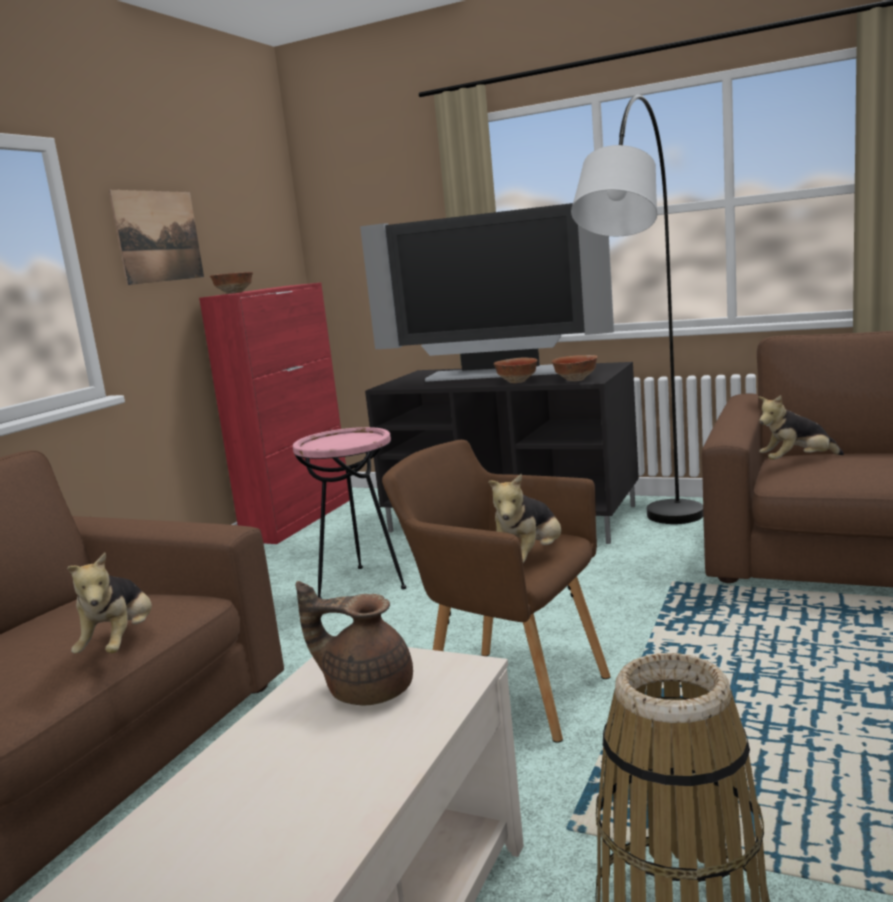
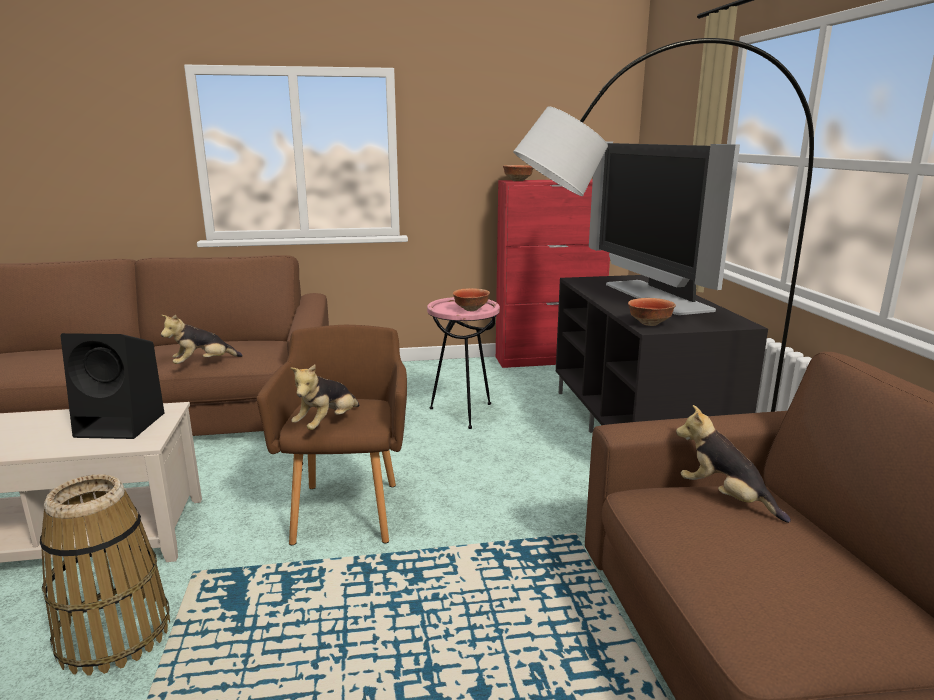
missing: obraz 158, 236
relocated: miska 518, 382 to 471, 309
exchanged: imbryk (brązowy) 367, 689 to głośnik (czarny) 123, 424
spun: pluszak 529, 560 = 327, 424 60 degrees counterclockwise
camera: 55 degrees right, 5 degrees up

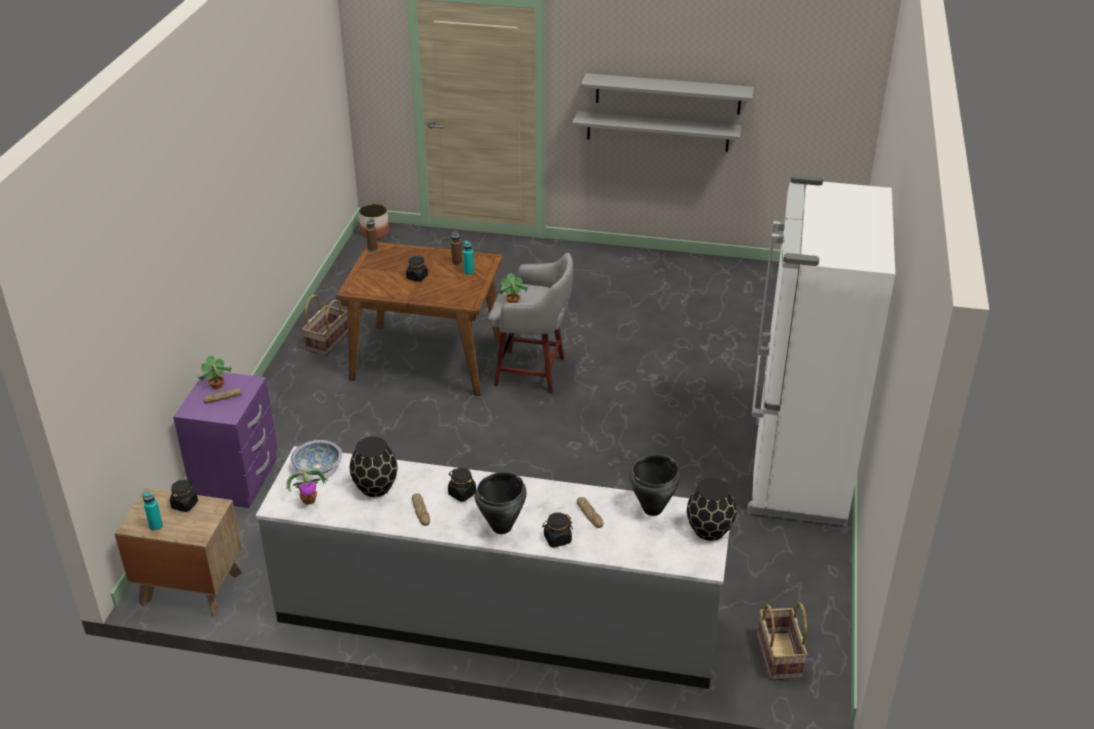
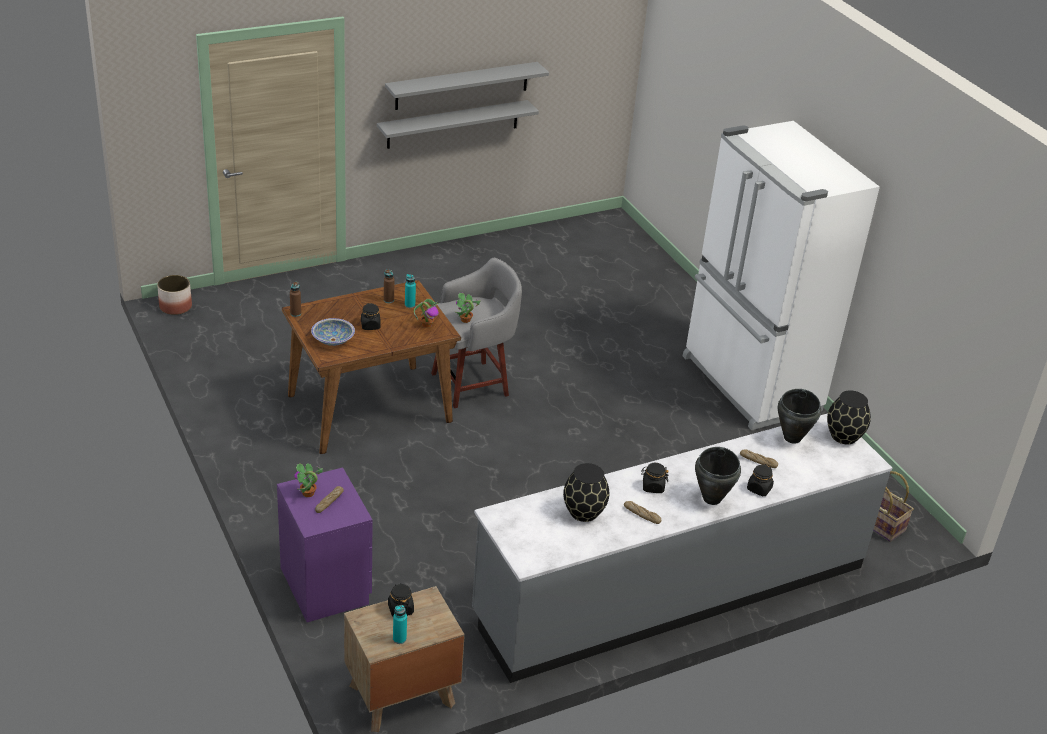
missing: koszyk 327, 341
relocated: miska 318, 466 to 333, 339; roślina doniczkowa 309, 500 to 427, 324
camera: 40 degrees left, 0 degrees up

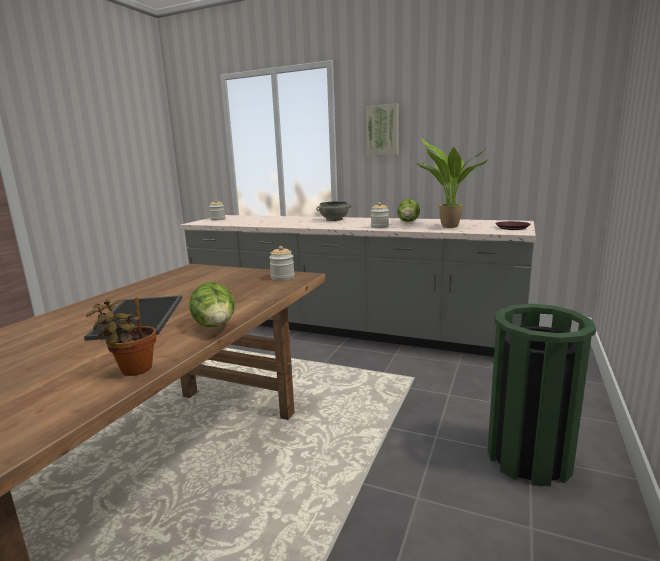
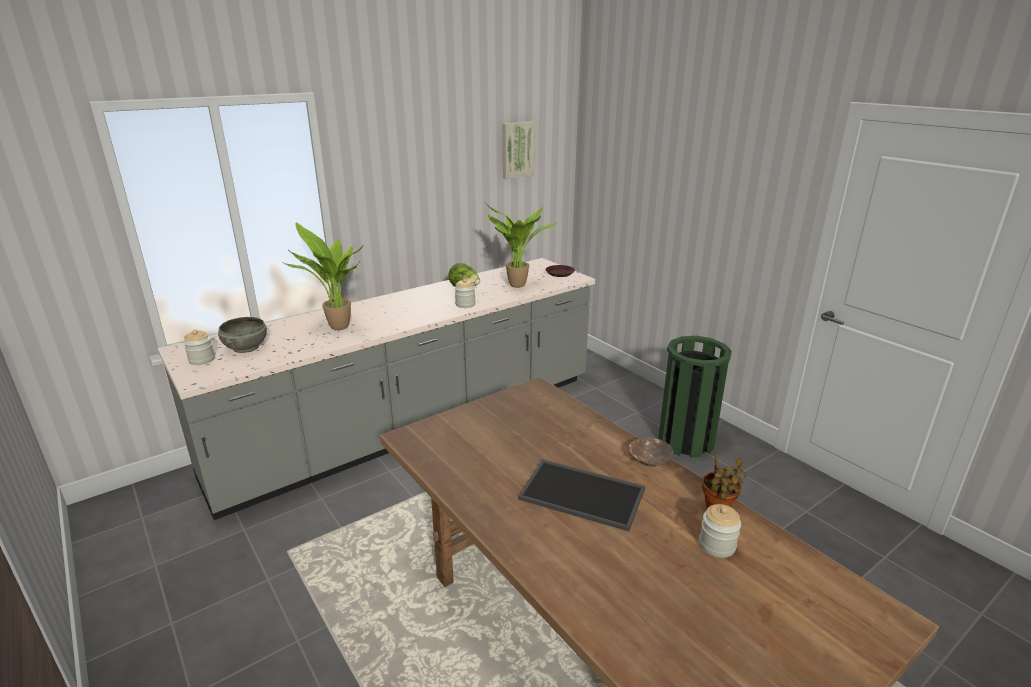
appeared: roślina doniczkowa 336, 328
relocated: obraz 382, 130 to 517, 150; miska (szary) 334, 219 to 245, 347; słoik 282, 277 to 717, 545
exchanged: sałata 216, 327 to miska (brązowy) 649, 459
camera: 60 degrees left, 10 degrees up

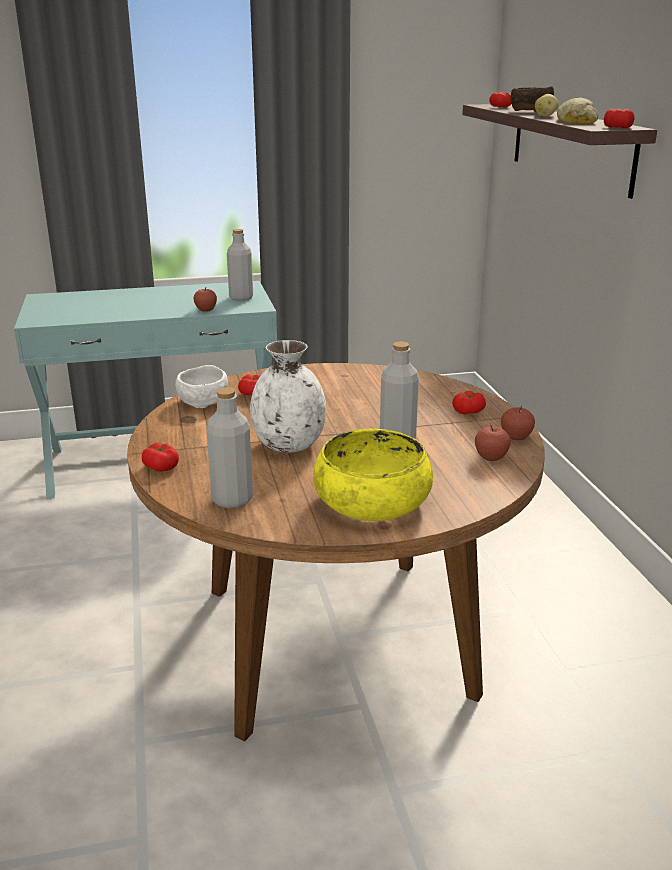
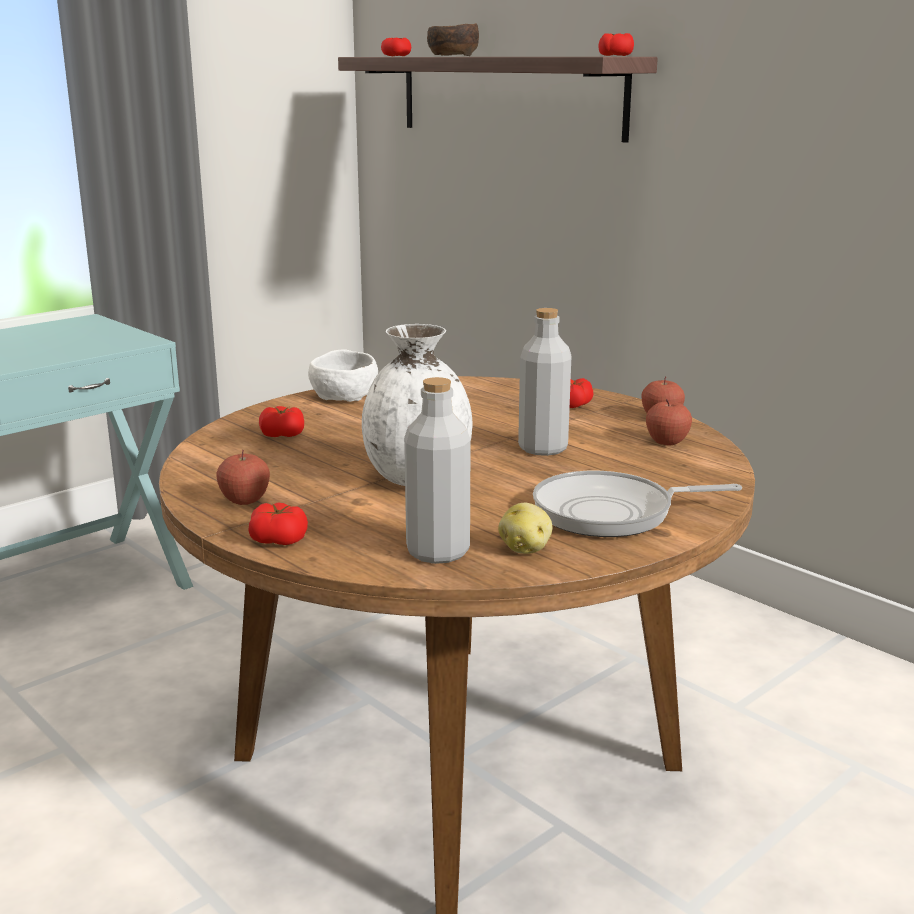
missing: chleb 576, 121; butelka (szary) 241, 298
relocated: ziemniak 545, 116 to 526, 549; jabłko 206, 310 to 245, 501; miska (biały) 203, 402 to 345, 396
exchanged: miska (żółty) 372, 502 to patelnia 611, 513
camera: 30 degrees left, 5 degrees down

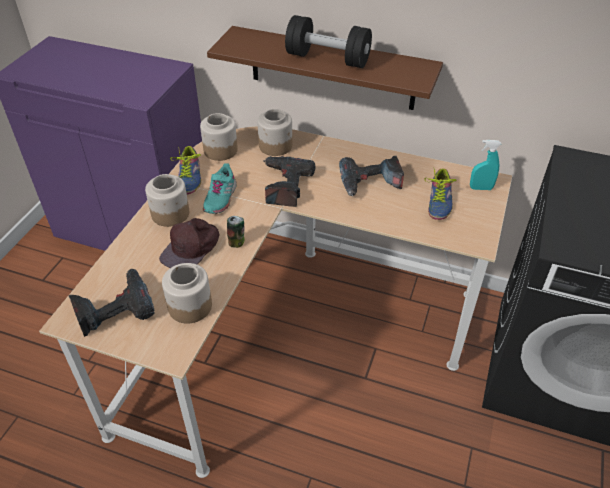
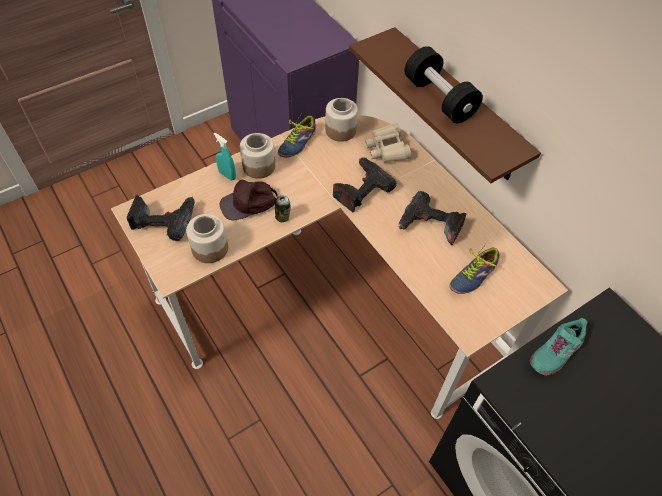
relocated: spryskiwacz (turkusowy) 481, 188 to 227, 175; but (turkusowy) 220, 198 to 555, 351
exchanged: słoik 276, 146 to lornetka (beżowy) 387, 149
camera: 35 degrees right, 10 degrees up

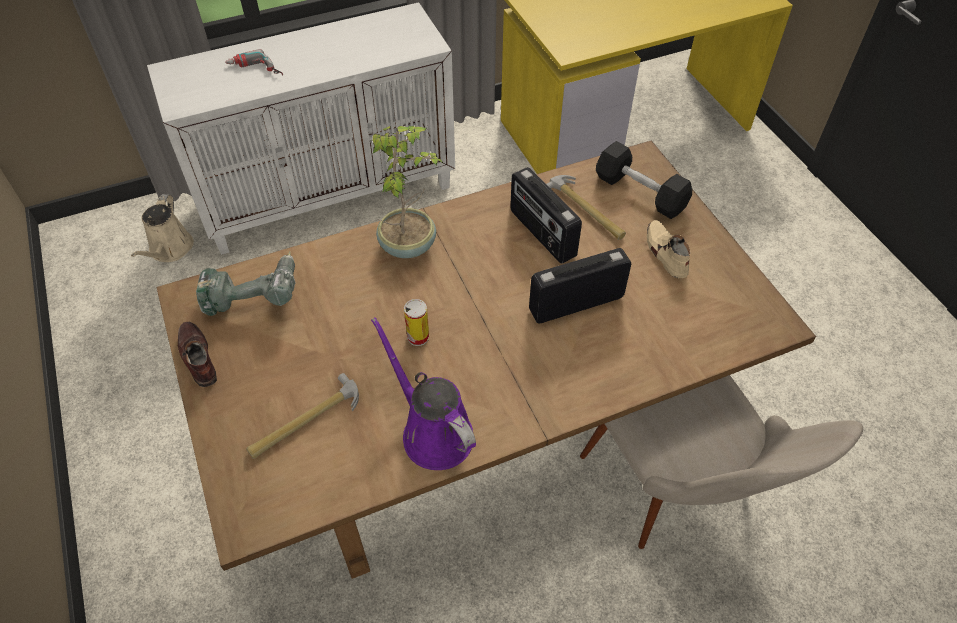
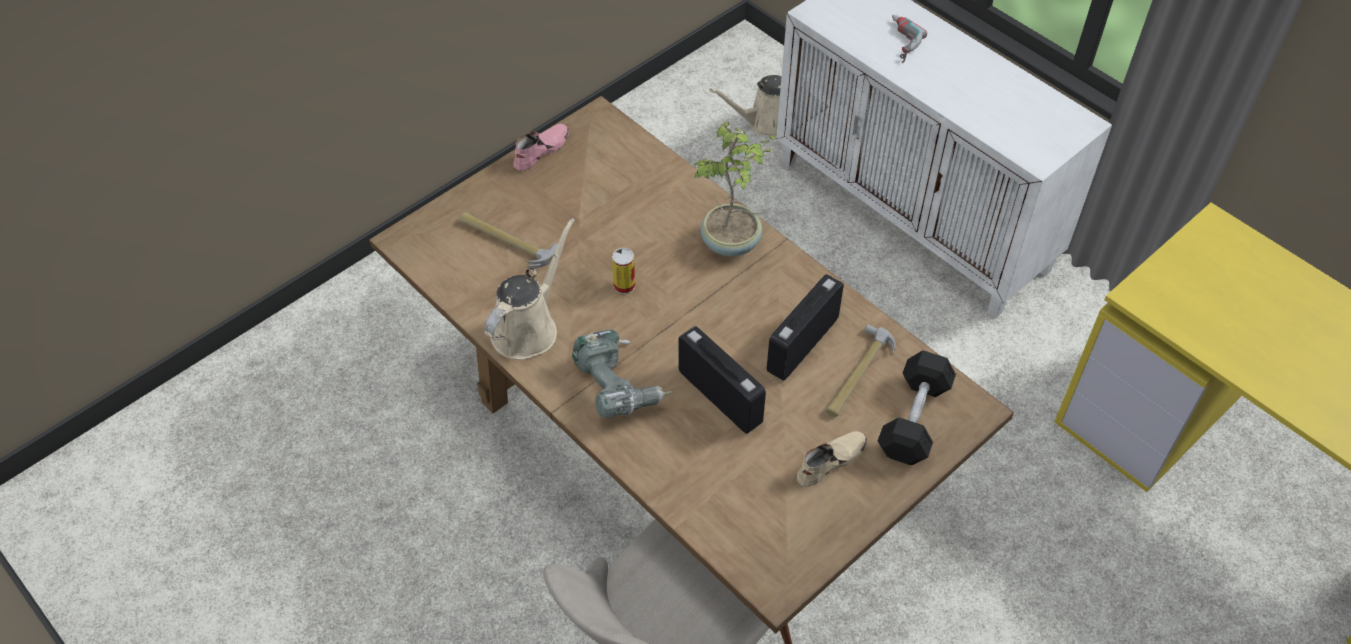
relocated: wiertarka 253, 294 to 620, 386
colour: konewka (fioletowy) 433, 431 to konewka (beżowy) 528, 328; but (brązowy) 197, 358 to but (różowy) 541, 150
camera: 70 degrees right, 0 degrees up

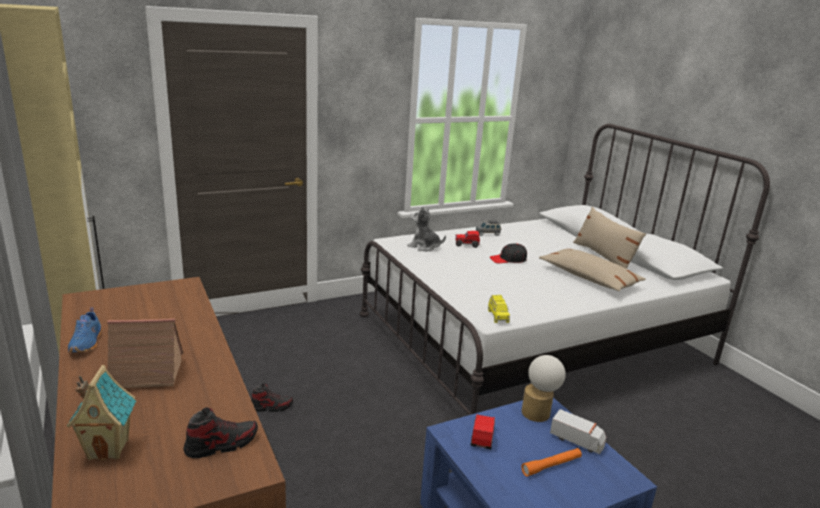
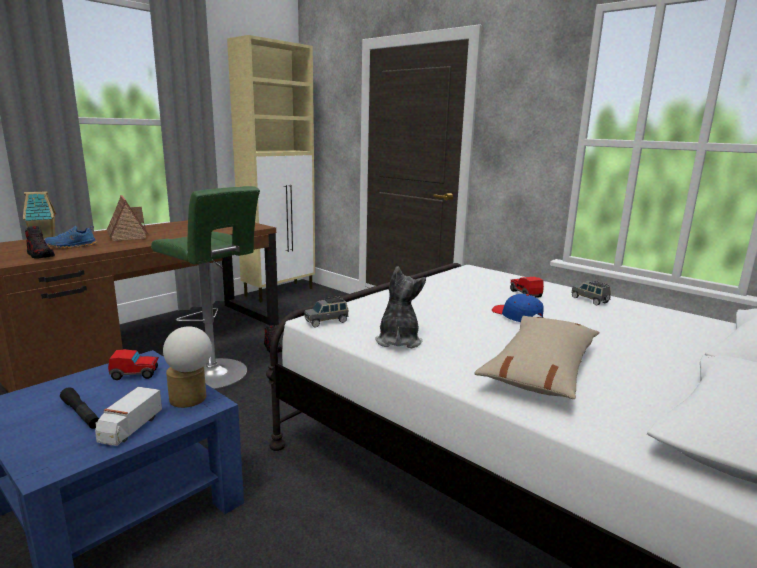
missing: poduszka (beżowy) 603, 257
appeared: stołek (zielony) 215, 375
relocated: pluszak 424, 247 to 398, 340; but (niebieski) 87, 343 to 71, 246
colour: czapka z daszkiem (czarny) 508, 259 to czapka z daszkiem (niebieski) 516, 316; samochodzik (żółty) 498, 316 to samochodzik (szary) 327, 322; latarka (pomarańczowy) 551, 466 to latarka (czarny) 81, 414
camera: 70 degrees right, 5 degrees down

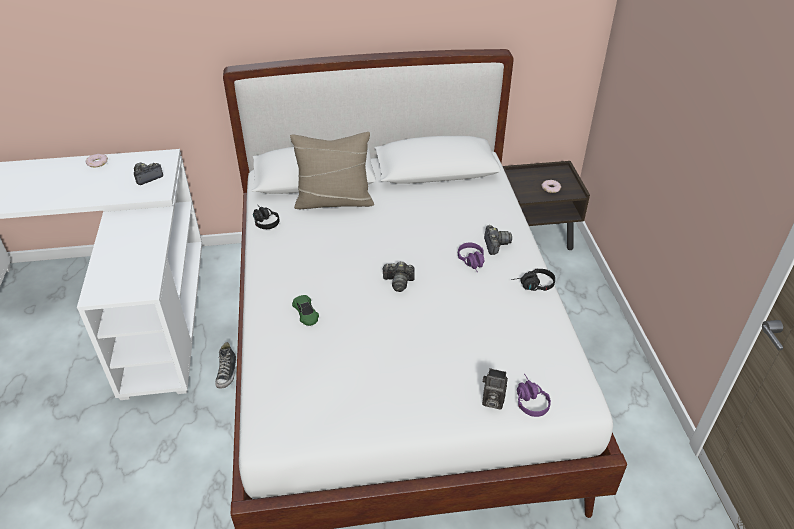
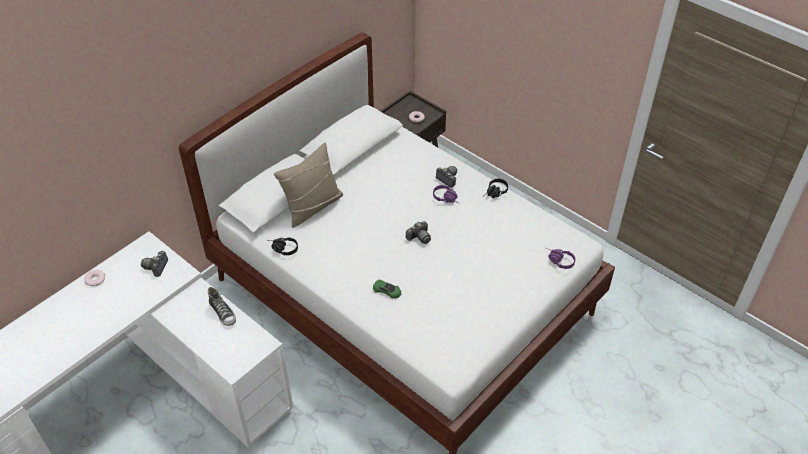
missing: aparat fotograficzny 491, 401
relocated: but 227, 373 to 223, 313
camera: 40 degrees left, 5 degrees up

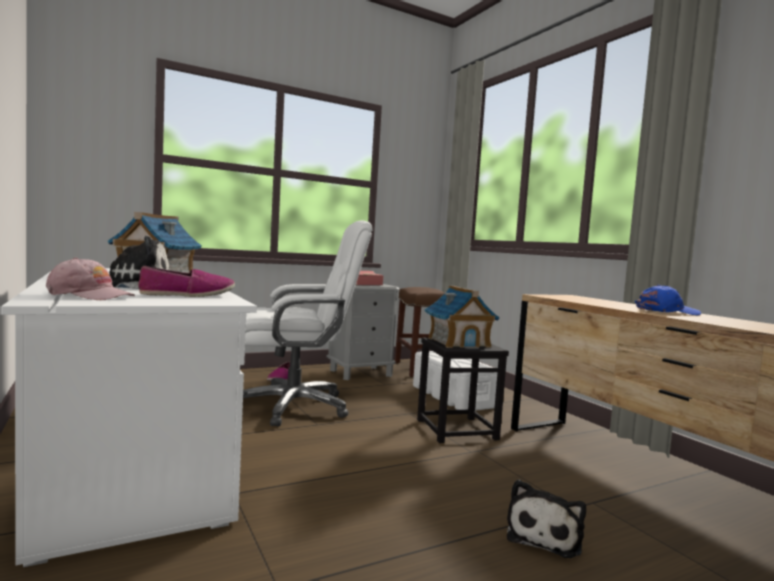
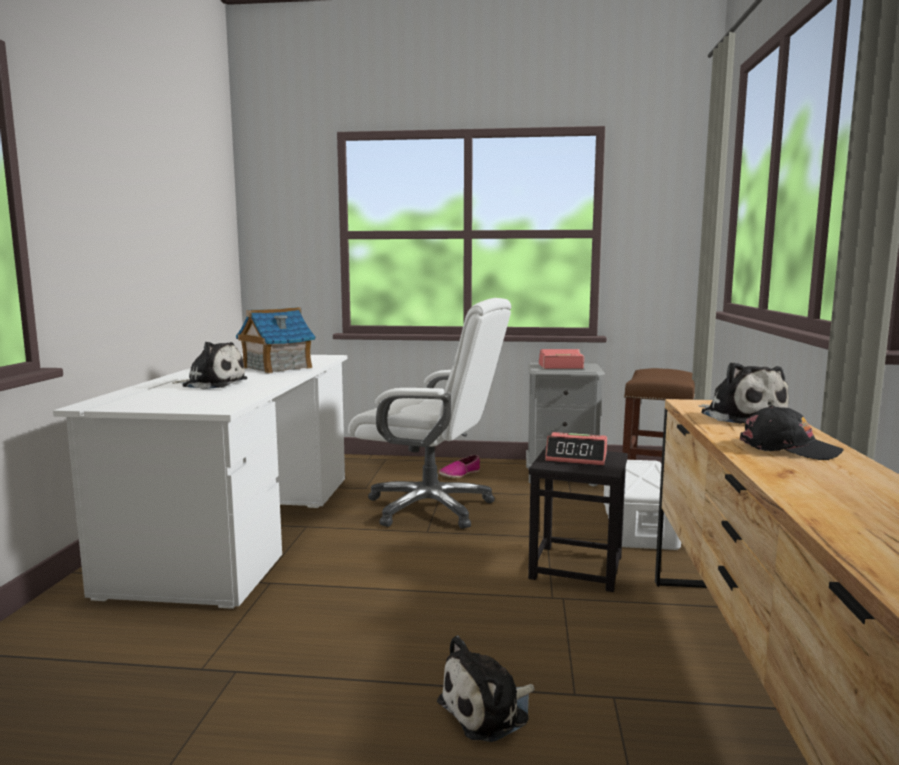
missing: czapka z daszkiem (różowy) 90, 296; but 188, 295
appeared: pluszak 740, 416
exchanged: domek 458, 342 to budzik 577, 457
colour: czapka z daszkiem (niebieski) 666, 311 to czapka z daszkiem (czarny) 788, 448
camera: 35 degrees right, 5 degrees up

